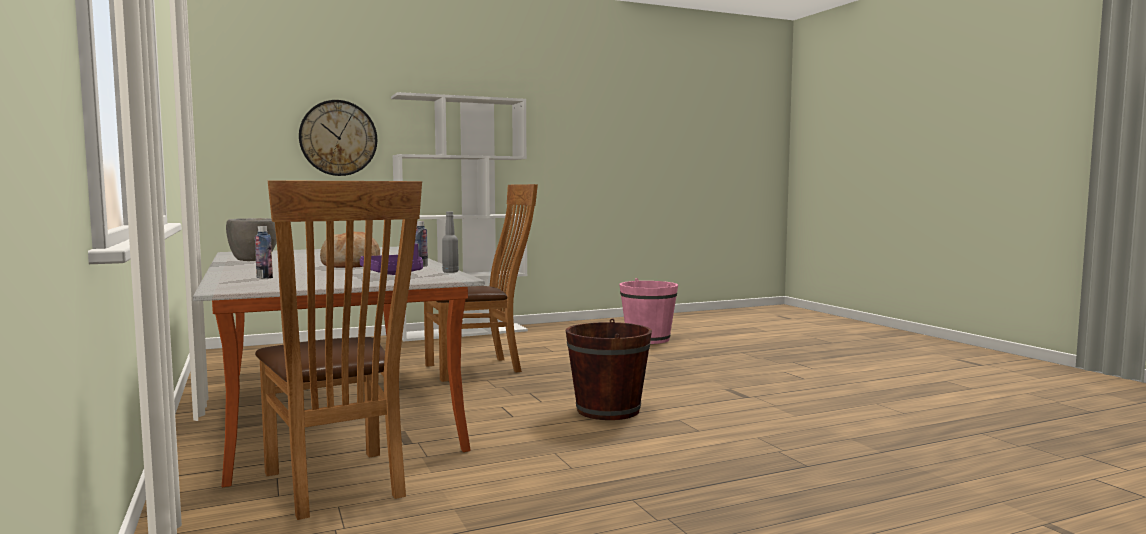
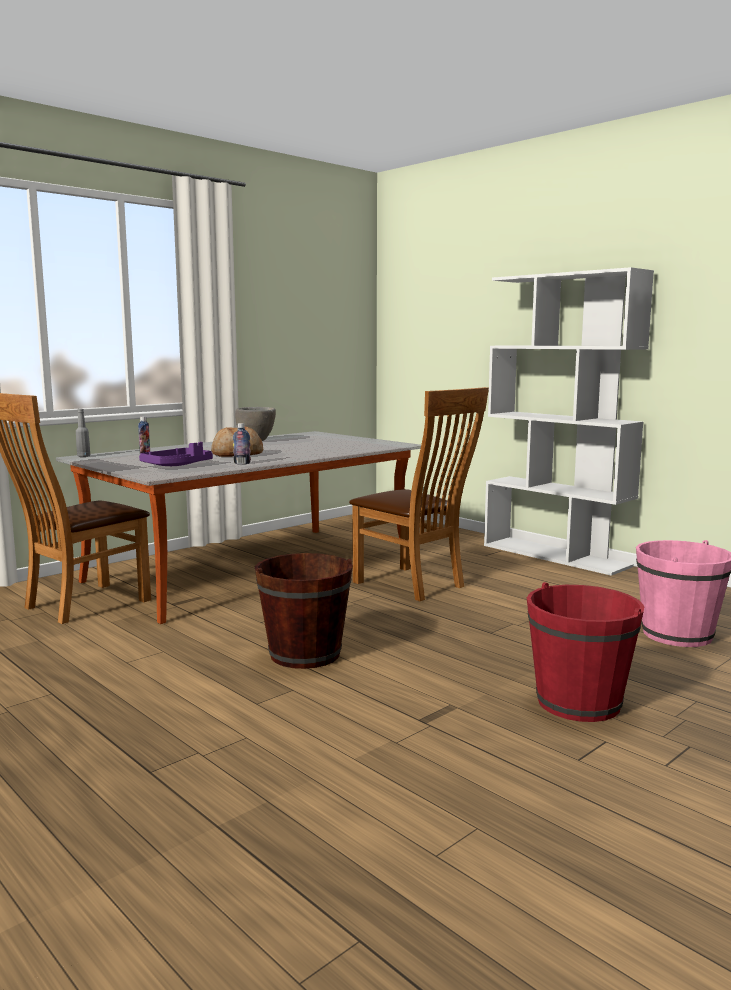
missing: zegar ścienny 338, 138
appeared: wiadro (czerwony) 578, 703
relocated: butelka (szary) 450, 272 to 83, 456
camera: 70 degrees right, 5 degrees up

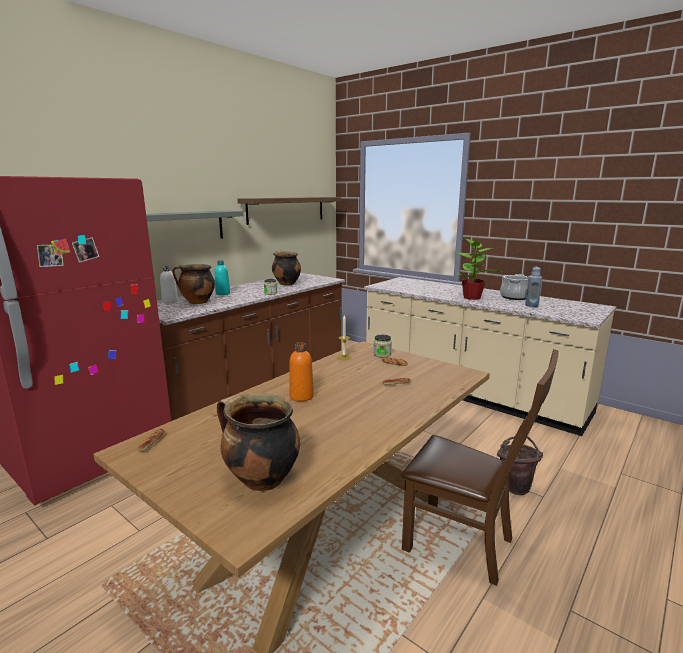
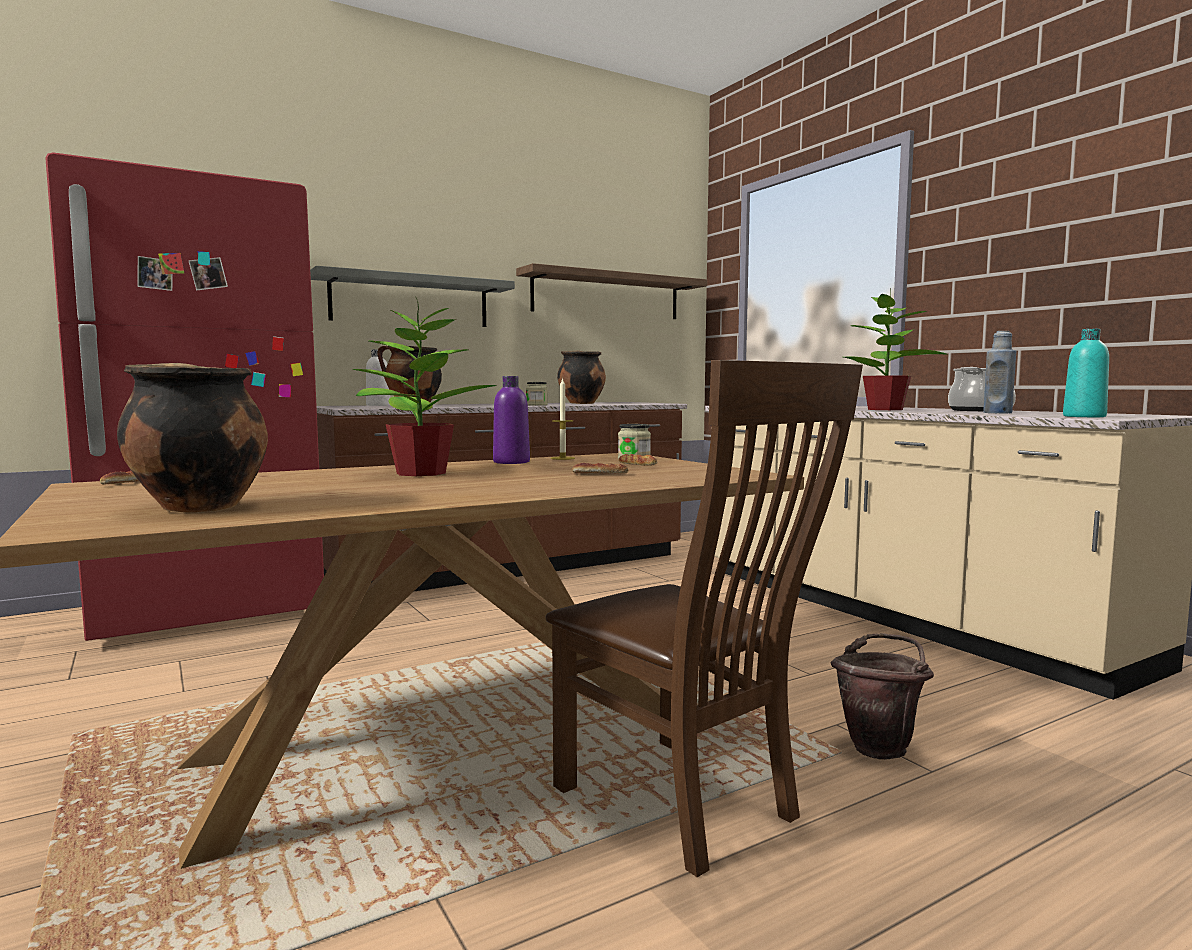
appeared: butelka (fioletowy) 511, 462
relocated: butelka (turkusowy) 222, 293 to 1084, 416
exchanged: butelka (pomarańczowy) 301, 396 to roślina doniczkowa 419, 473
camera: 20 degrees right, 10 degrees down

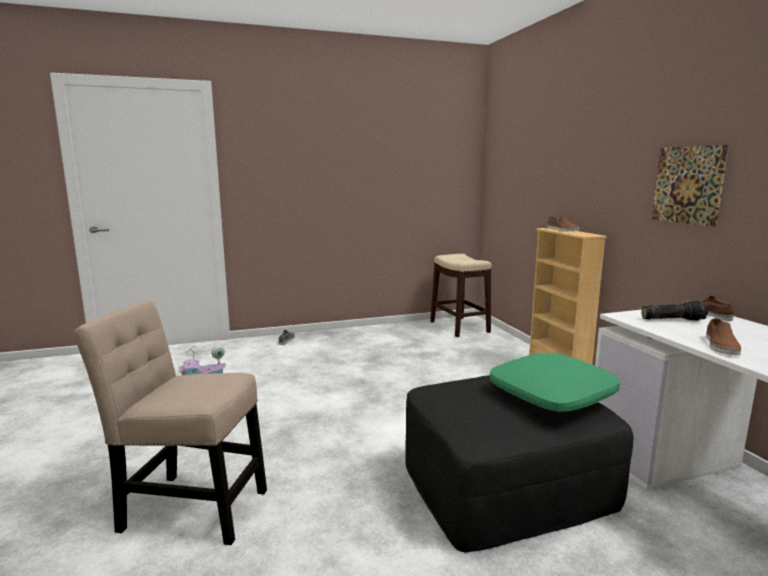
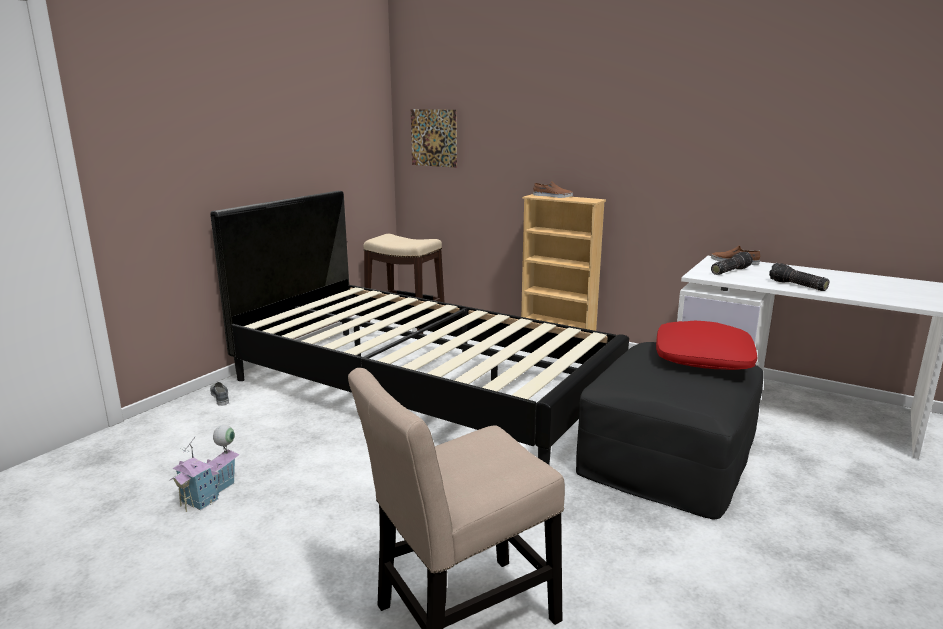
appeared: łóżko (czarny) 421, 388
relocated: obraz 687, 185 to 433, 138
exchanged: but (brązowy) 720, 346 to latarka 796, 285
colour: poduszka (zielony) 551, 394 to poduszka (czerwony) 702, 358
camera: 40 degrees left, 5 degrees up

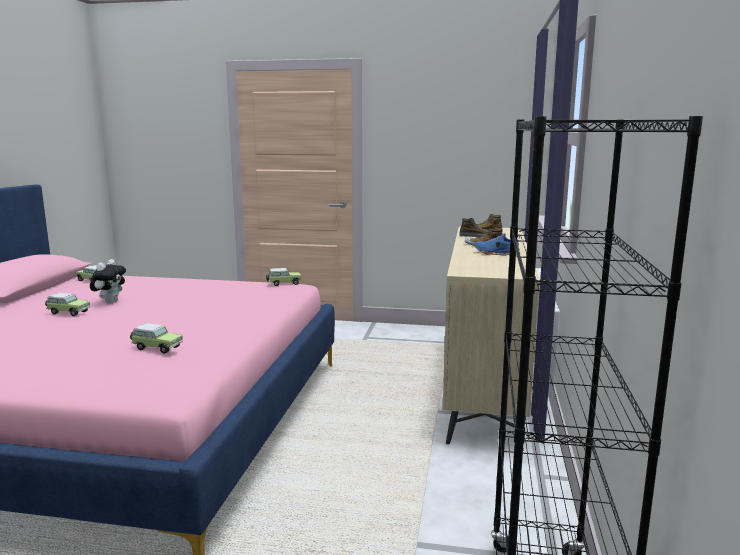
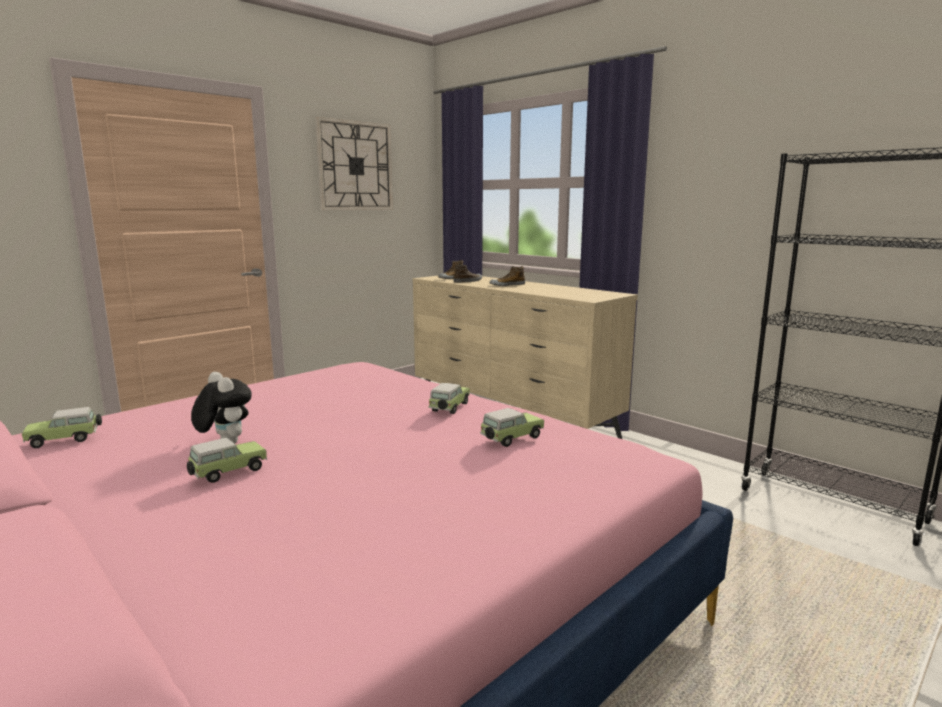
missing: but (niebieski) 496, 253
appeared: zegar ścienny 355, 166
relocated: samochodzik 283, 284 to 449, 408
camera: 55 degrees left, 0 degrees up

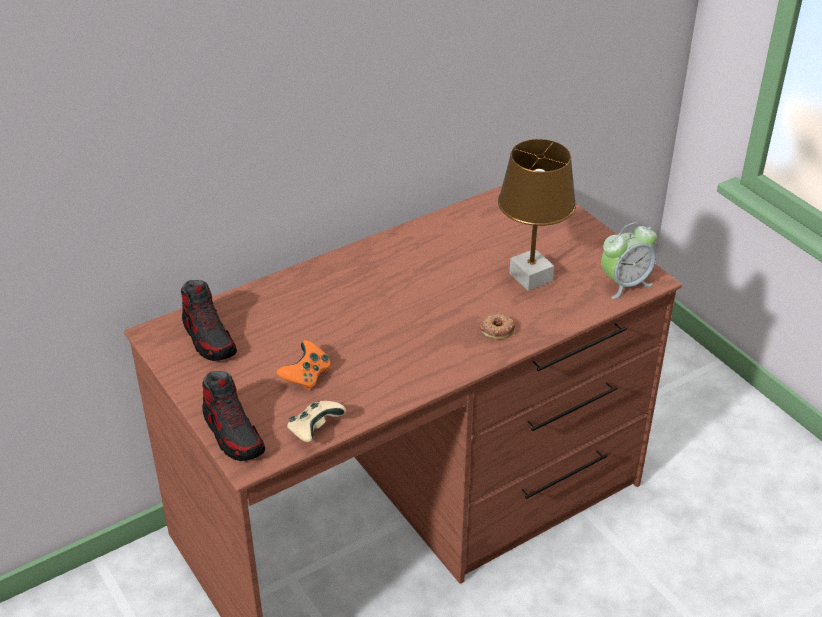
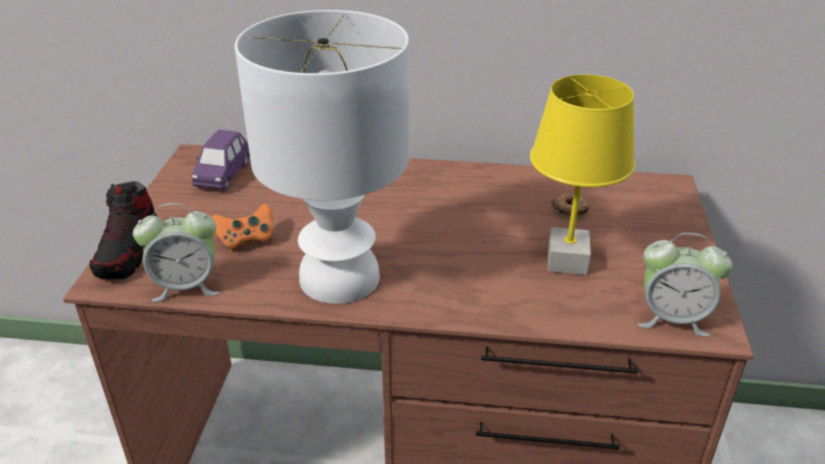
appeared: lampa stołowa (biały) 339, 279
relocated: donut 497, 329 to 569, 209
exchanged: but 209, 338 to samochodzik (fioletowy) 223, 175; pad do gier (beżowy) 315, 430 to budzik 186, 286
colour: lampa stołowa (brązowy) 531, 277 to lampa stołowa (żółty) 568, 261
camera: 40 degrees right, 5 degrees down

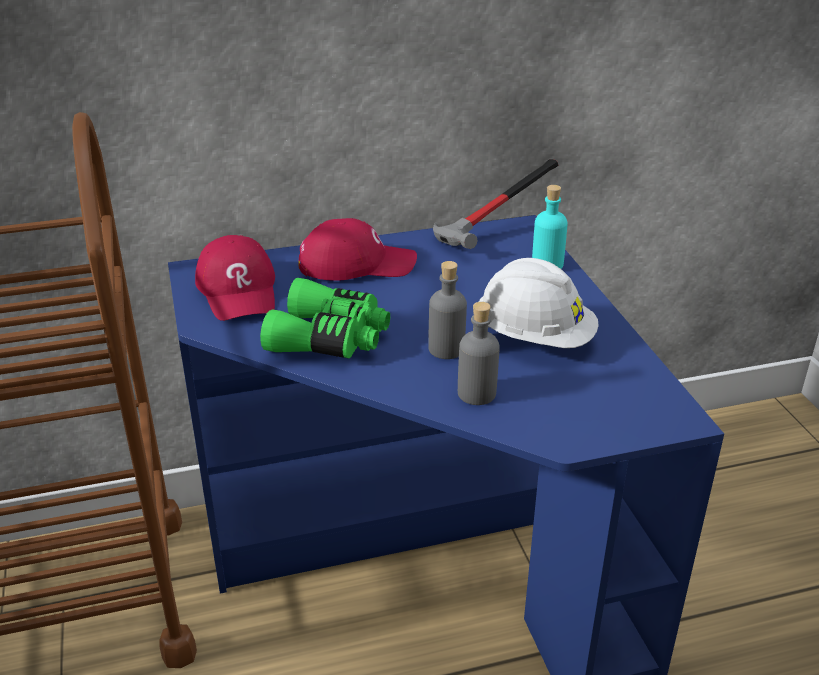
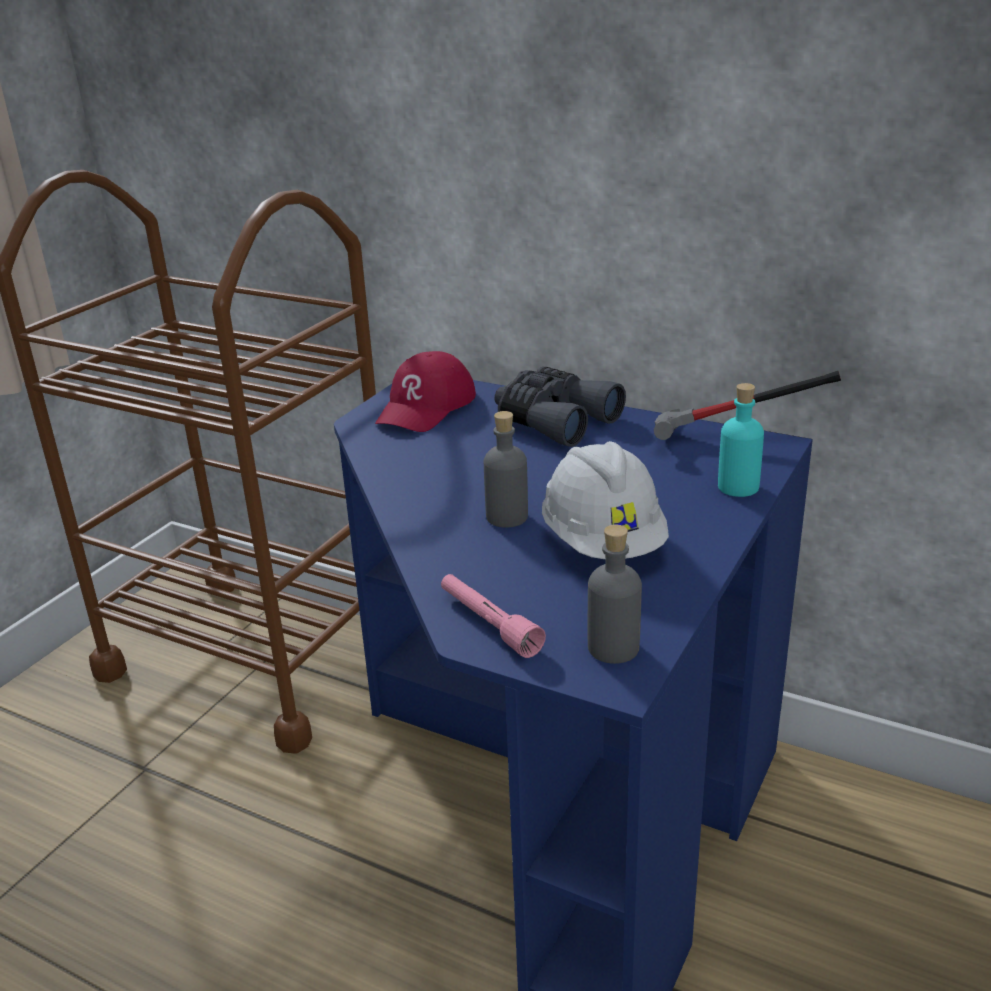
missing: lornetka (zielony) 330, 338
appeared: latarka (różowy) 488, 624
relocated: butelka (szary) 476, 393 to 613, 648
exchanged: czapka z daszkiem (czerwony) 357, 263 to lornetka (szary) 553, 421
camera: 45 degrees right, 5 degrees down

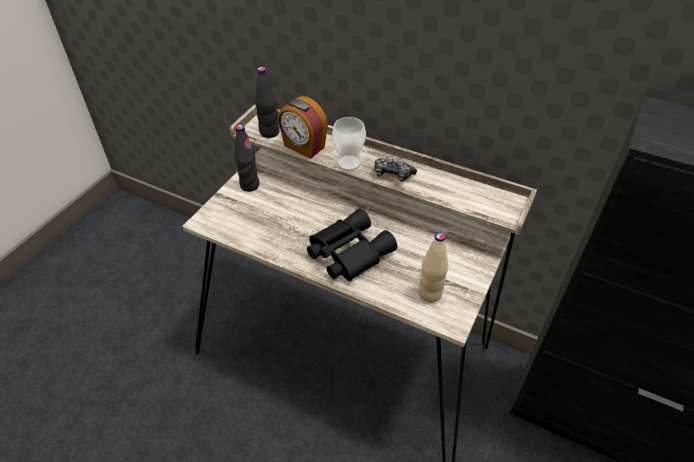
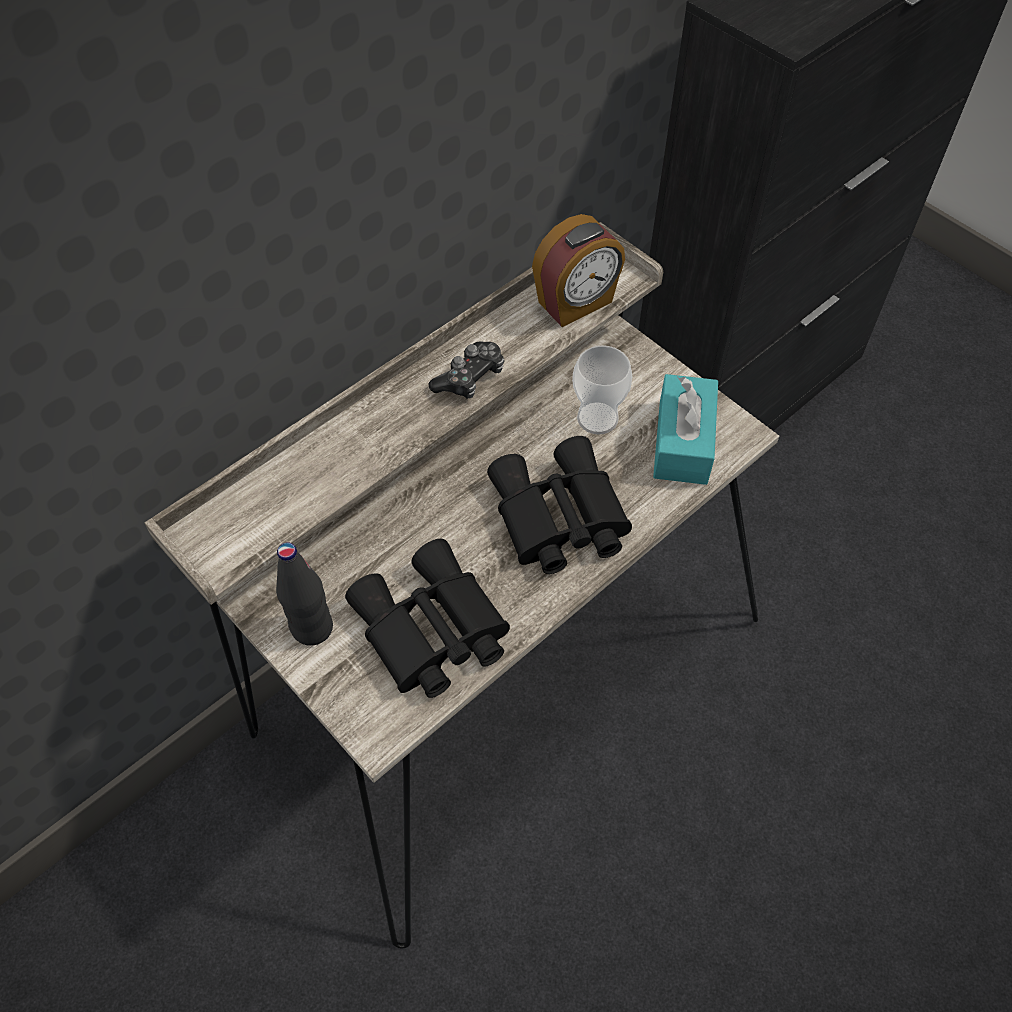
missing: butelka (czarny) 269, 132
appeared: lornetka (czarny) 429, 632
relocated: budzik 303, 147 to 576, 303; filiżanka 348, 163 to 597, 418
exchanged: butelka (beżowy) 430, 294 to pudełko chusteczek (turkusowy) 682, 442
camera: 70 degrees left, 10 degrees up

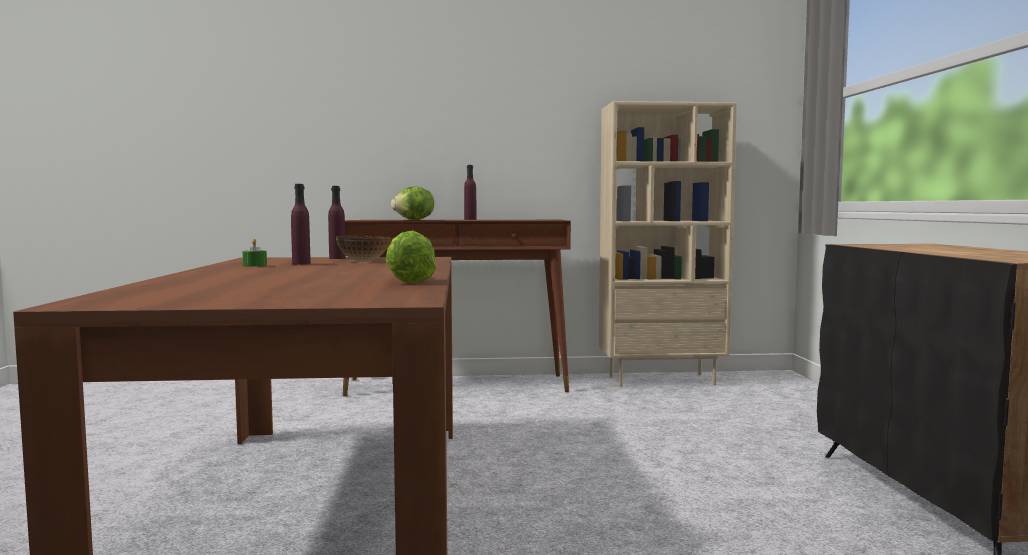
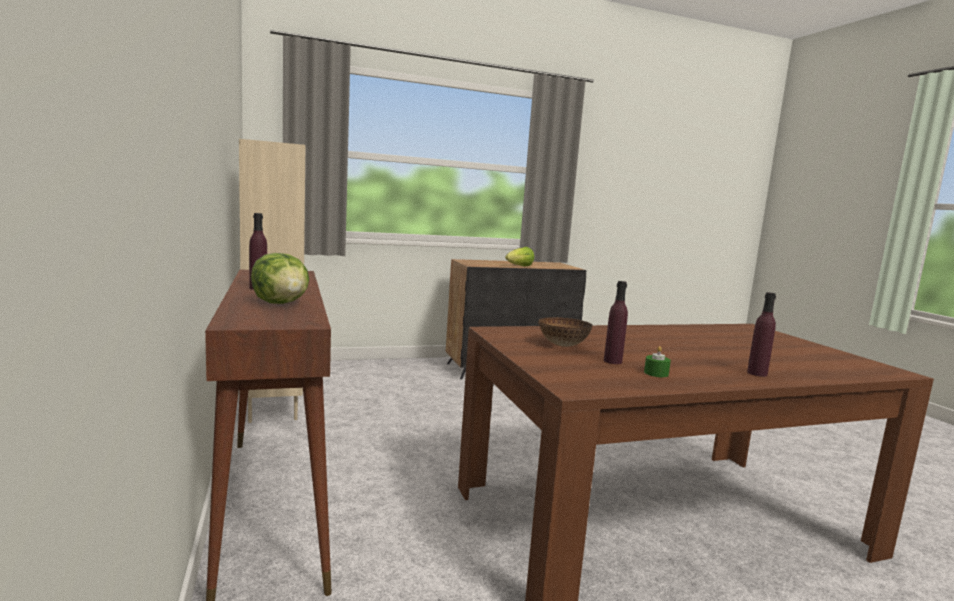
relocated: butelka (fioletowy) 337, 258 to 757, 373; sałata 407, 281 to 519, 266
camera: 105 degrees left, 5 degrees up

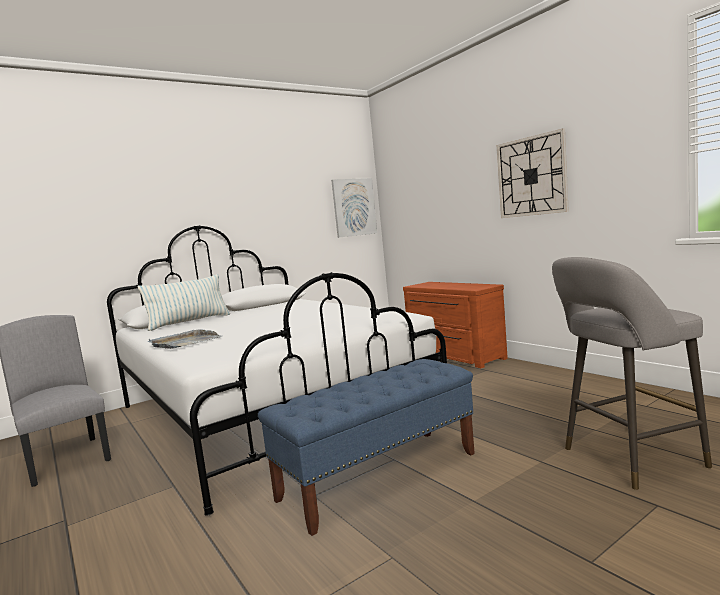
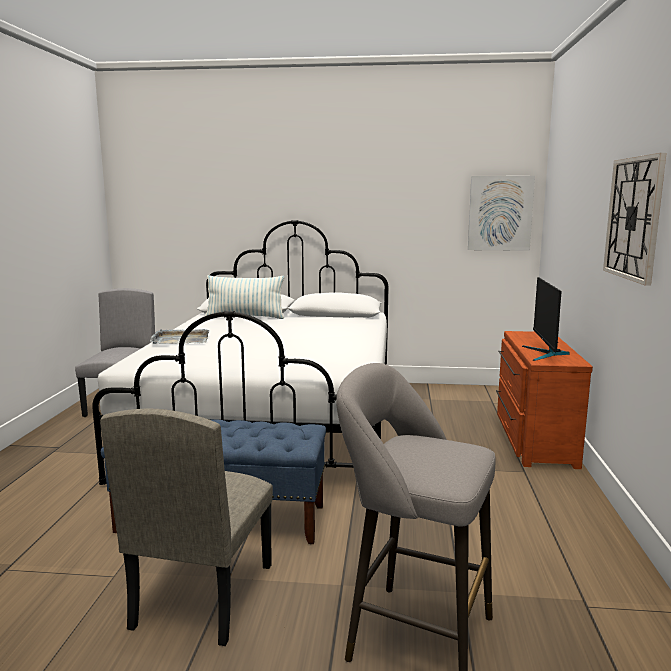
appeared: monitor 545, 353; krzesło (beżowy) 203, 595
camera: 40 degrees right, 5 degrees up

